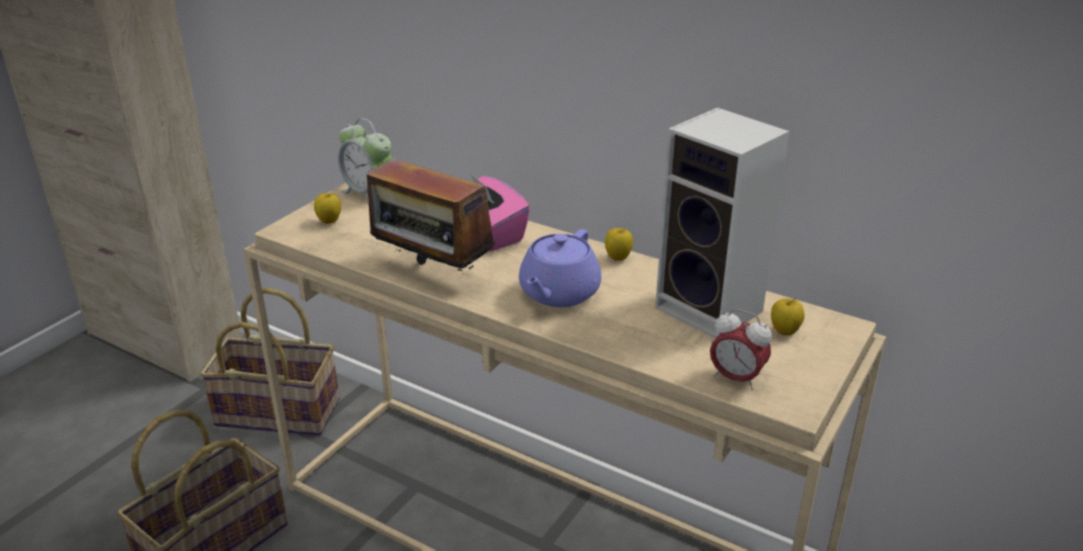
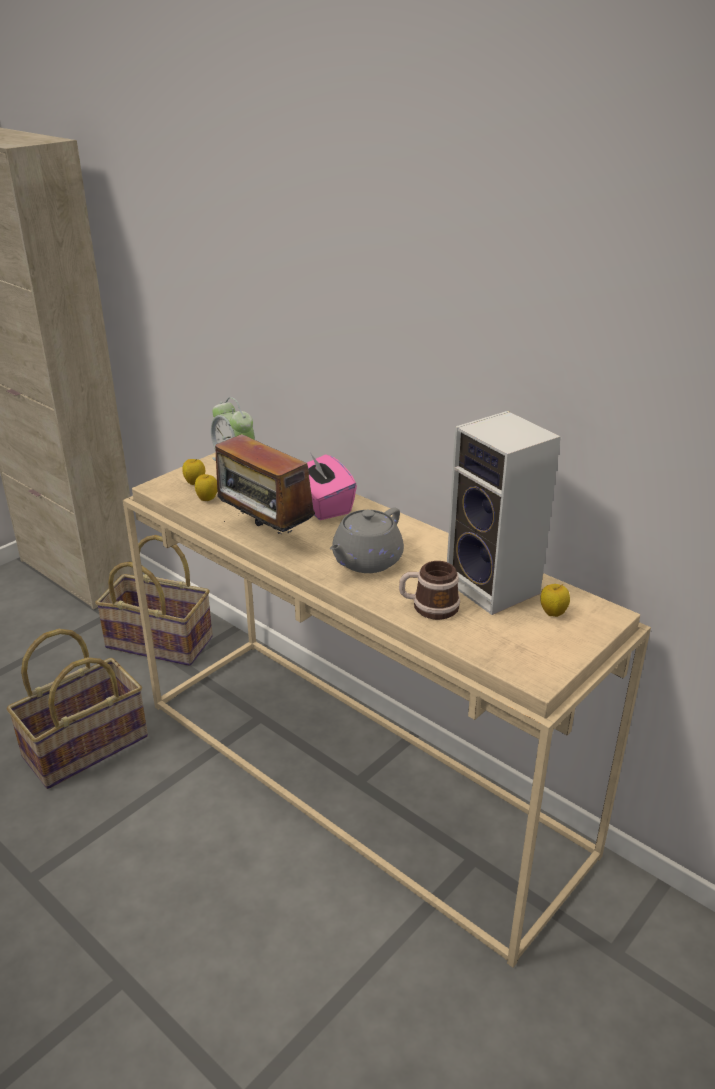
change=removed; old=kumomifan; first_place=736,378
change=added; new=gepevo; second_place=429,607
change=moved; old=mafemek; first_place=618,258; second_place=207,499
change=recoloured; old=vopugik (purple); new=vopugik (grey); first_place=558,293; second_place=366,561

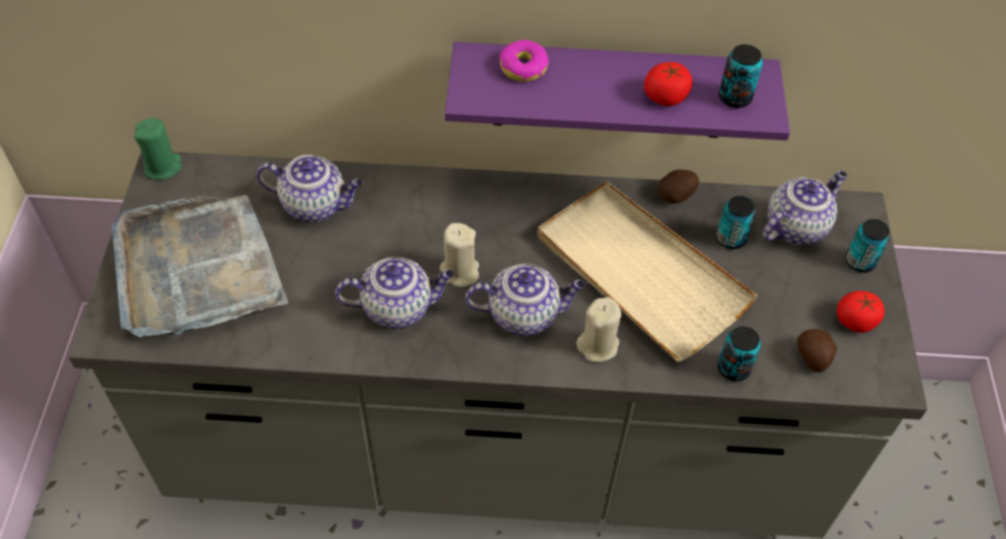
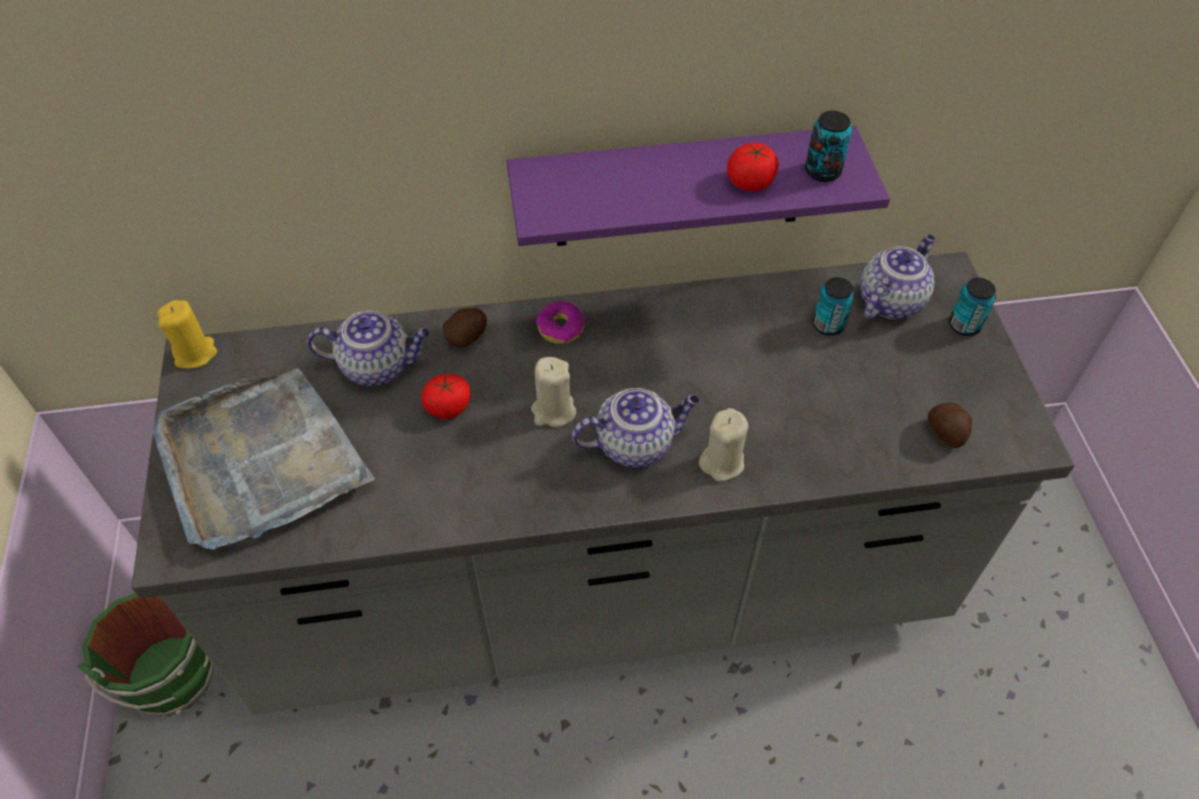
change=removed; old=vopugik; first_place=398,307
change=removed; old=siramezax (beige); first_place=639,273
change=removed; old=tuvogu; first_place=733,368
change=added; new=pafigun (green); second_place=175,678
change=moved; old=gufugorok; first_place=523,68; second_place=561,328
change=moved; old=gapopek; first_place=677,195; second_place=467,337
change=moved; old=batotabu; first_place=856,320; second_place=448,406
change=recoloured; old=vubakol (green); new=vubakol (yellow); first_place=163,167; second_place=195,353

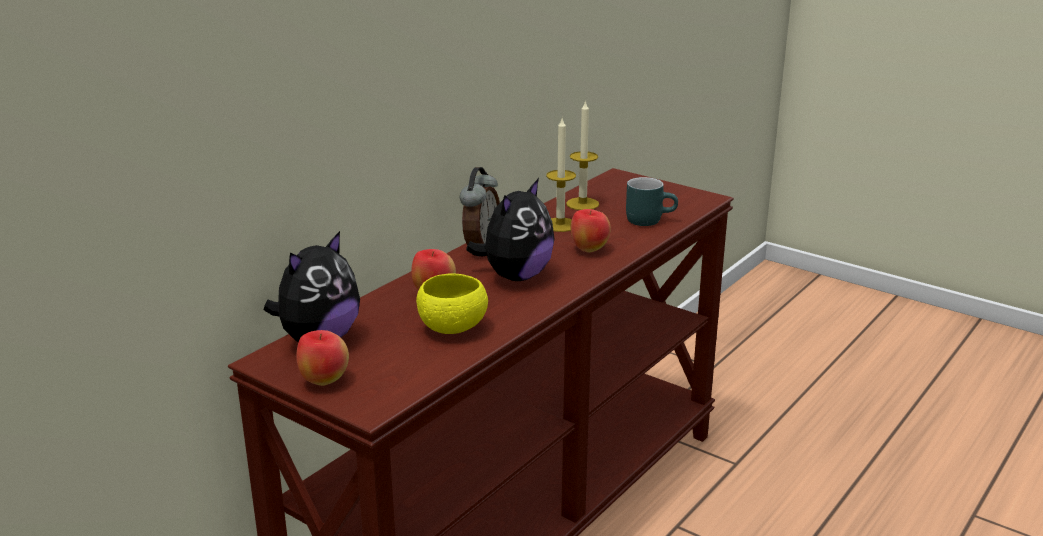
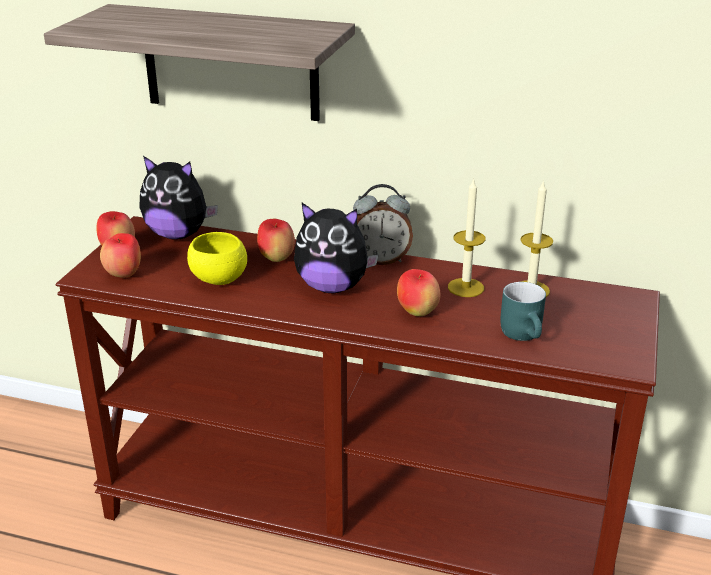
change=added; new=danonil; second_place=230,63
change=added; new=mafemek; second_place=124,275

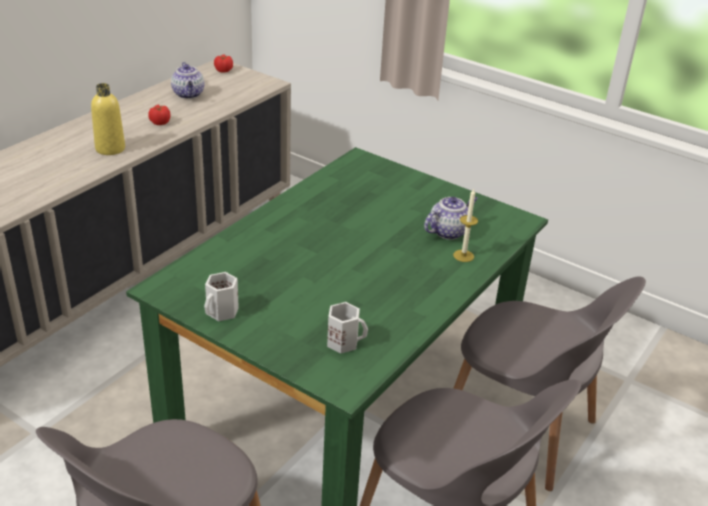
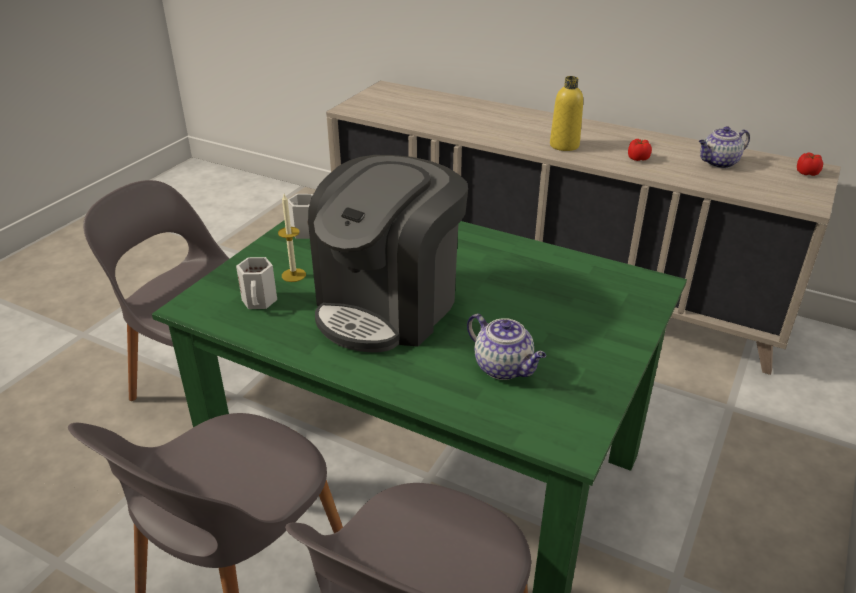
change=added; new=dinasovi; second_place=389,305
change=moved; old=vubakol; first_place=463,256; second_place=293,275

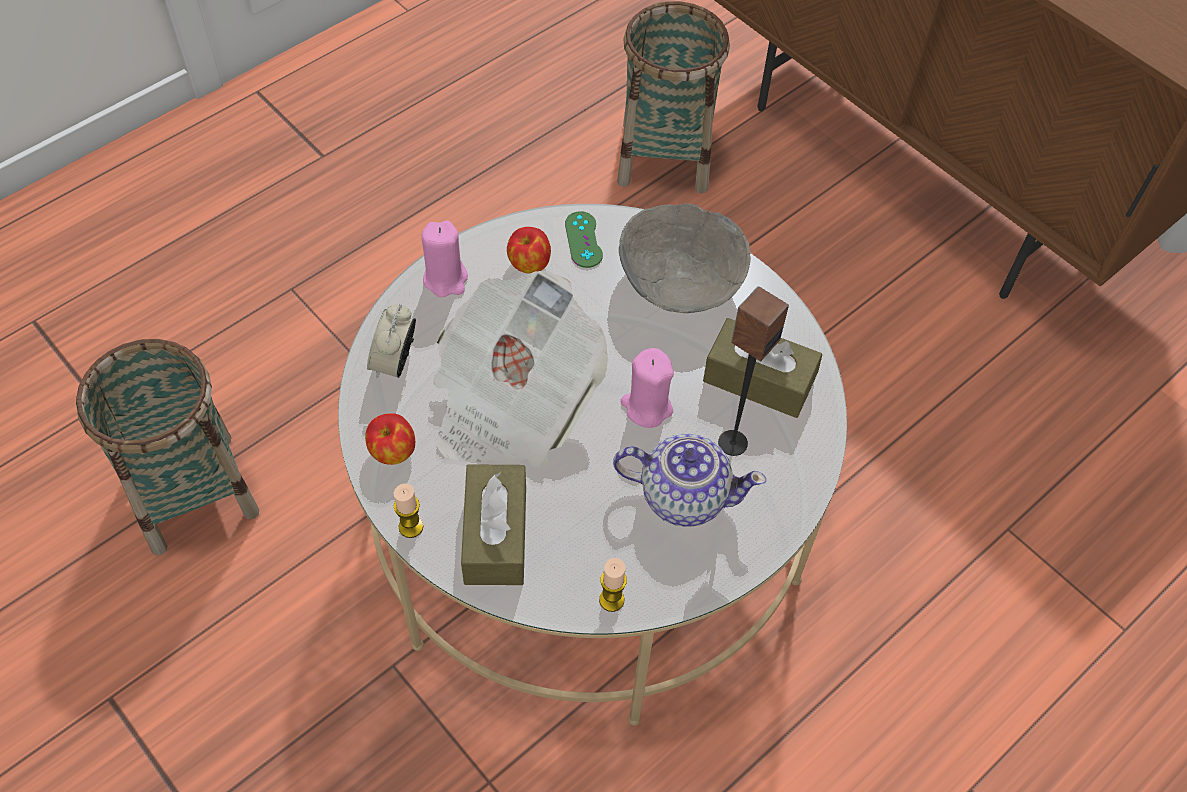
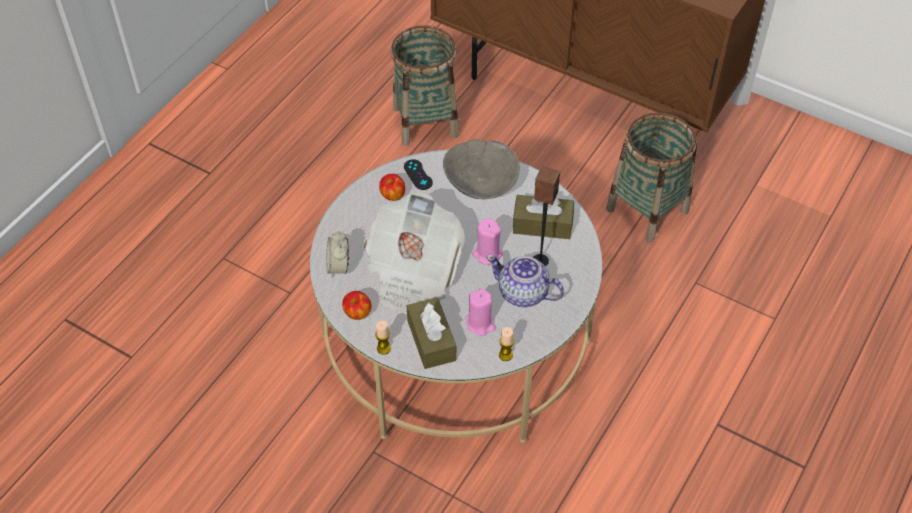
change=moved; old=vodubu; first_place=192,493; second_place=647,210
change=moved; old=vubakol (pink); first_place=446,279; second_place=480,324
change=recoloured; old=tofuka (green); new=tofuka (black); first_place=583,240; second_place=418,175
change=turned; old=vopugik; first_place=683,495; second_place=523,293; degrees=-150

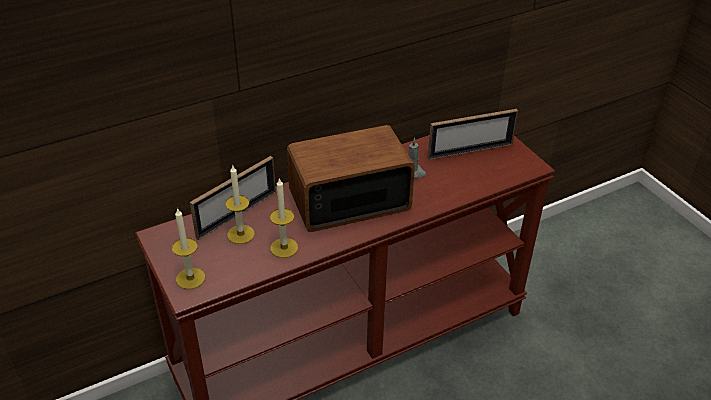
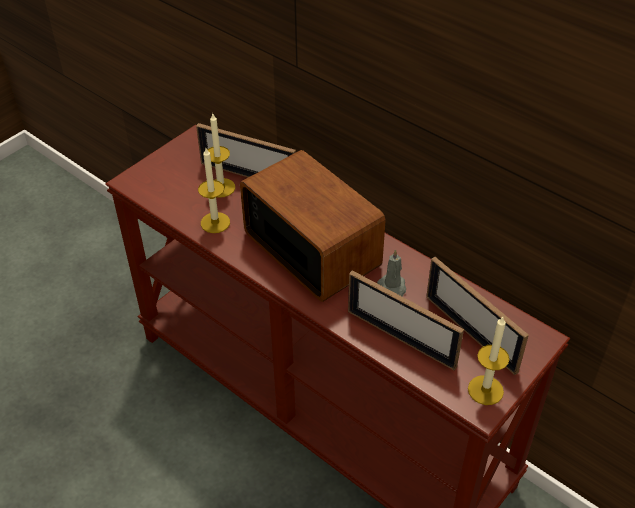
change=added; new=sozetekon; second_place=400,338
change=moved; old=vubakol; first_place=190,278; second_place=485,390

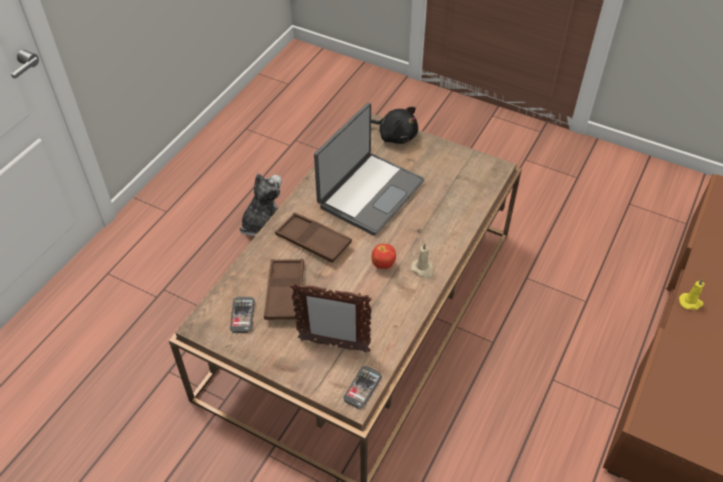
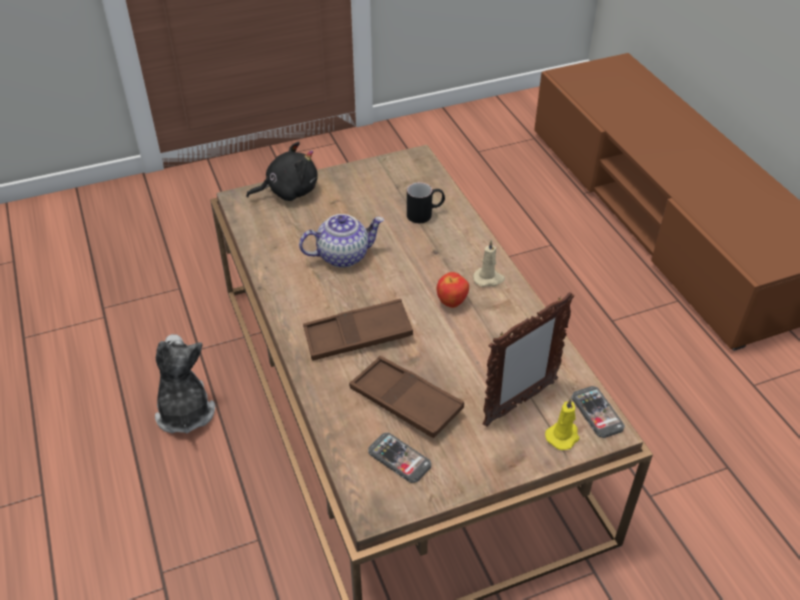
change=added; new=gepevo (black); second_place=425,214
change=moved; old=vubakol (yellow); first_place=690,302; second_place=563,436
change=replaced; old=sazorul; new=vopugik; first_place=369,193; second_place=343,255

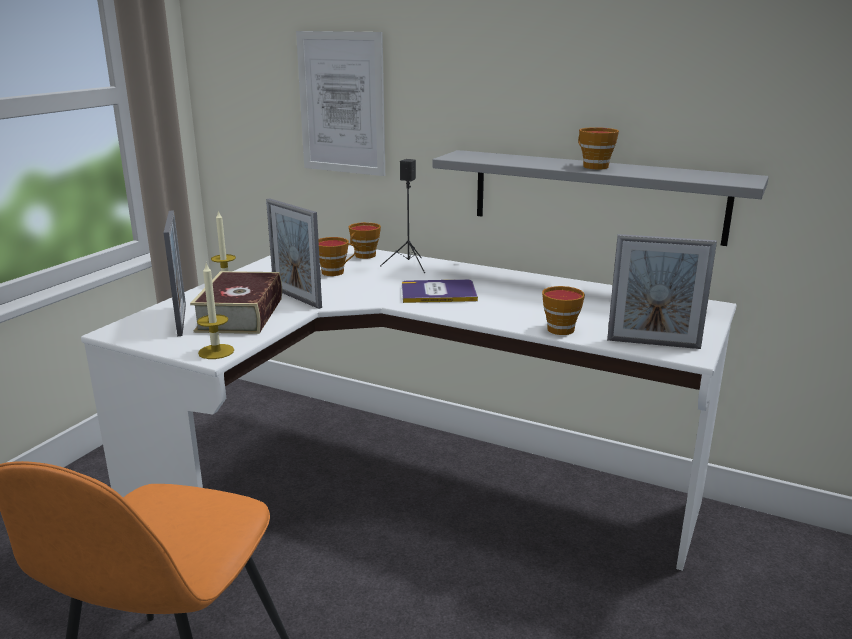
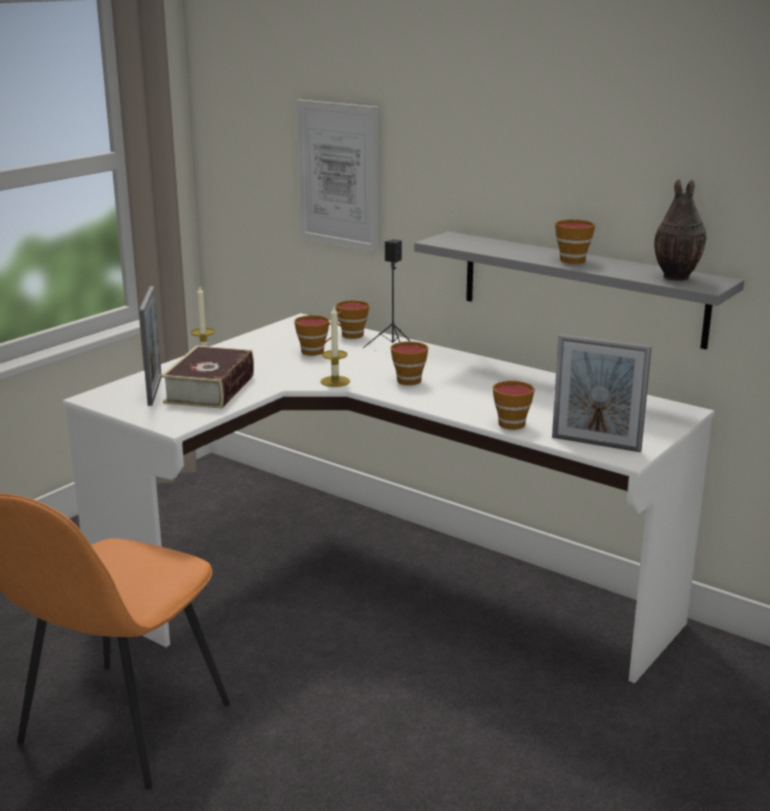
change=removed; old=sozetekon; first_place=296,298
change=added; new=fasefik; second_place=674,277
change=moved; old=vubakol; first_place=216,351; second_place=335,381
change=replaced; old=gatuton; new=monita; first_place=438,293; second_place=409,379

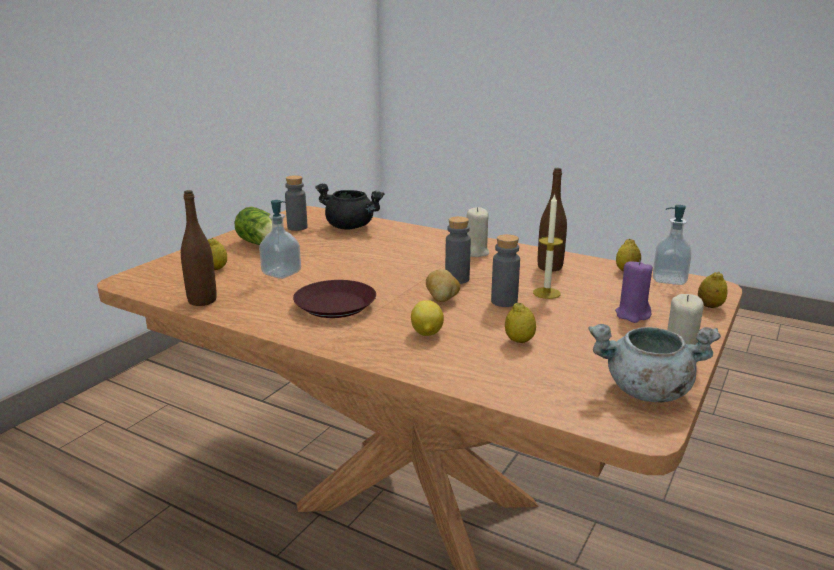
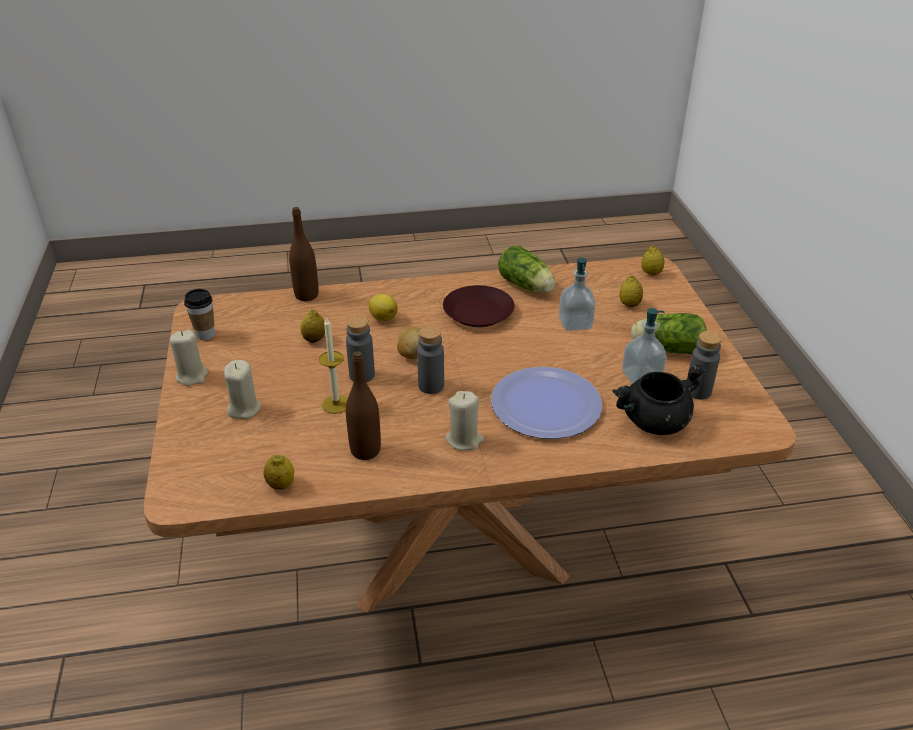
change=added; new=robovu; second_place=545,404
change=added; new=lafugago; second_place=527,286
change=moved; old=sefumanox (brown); first_place=202,301; second_place=306,295
change=moved; old=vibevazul; first_place=669,279; second_place=641,377
change=moved; old=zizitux; first_place=710,306; second_place=651,273
change=replaced; old=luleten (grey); new=monita; first_place=646,391; second_place=205,334
change=recoloured; old=vubakol (purple); new=vubakol (beige); first_place=632,315; second_place=244,408

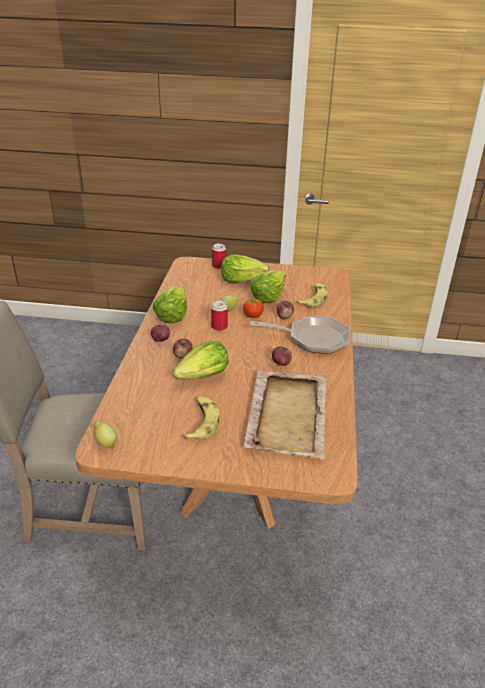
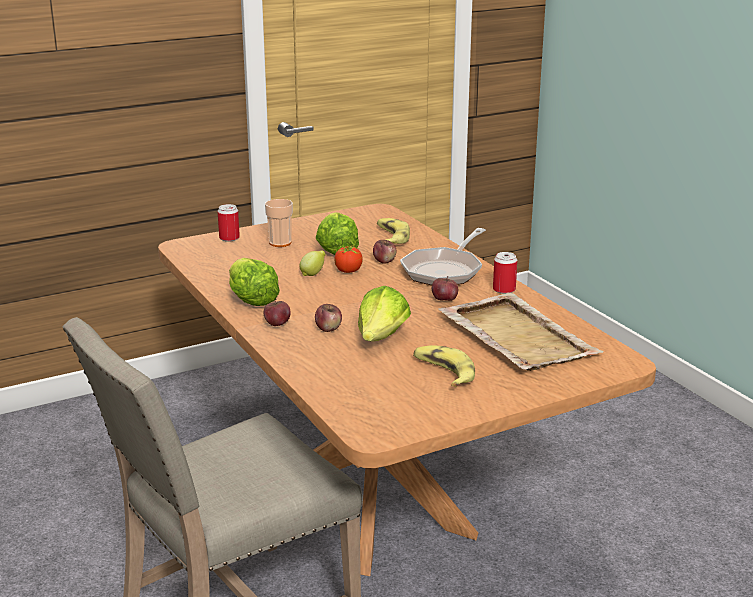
change=removed; old=zizitux; first_place=105,443
change=moved; old=tuvogu; first_place=219,327; second_place=504,290
change=replaced; old=lafugago; new=monita; first_place=242,279; second_place=280,243
change=turned; old=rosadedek; first_place=313,339; second_place=444,270; degrees=150

